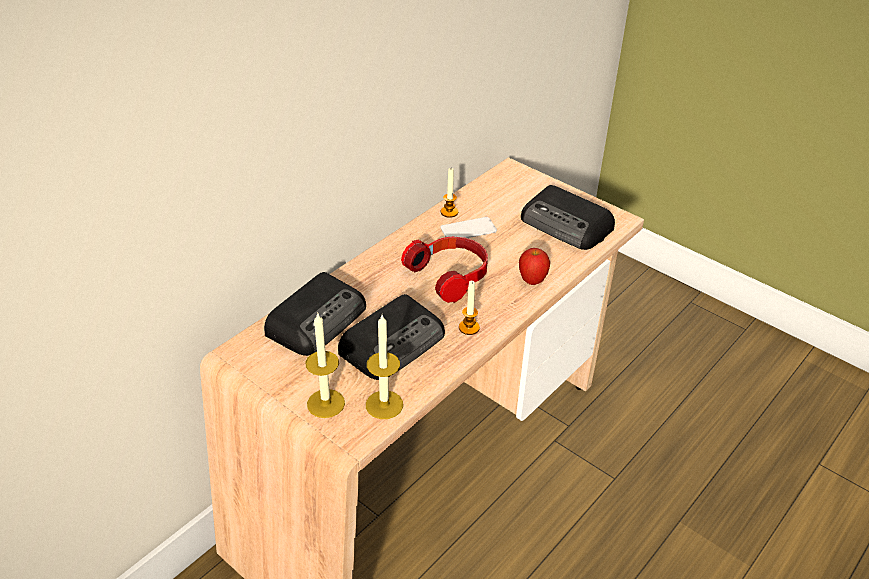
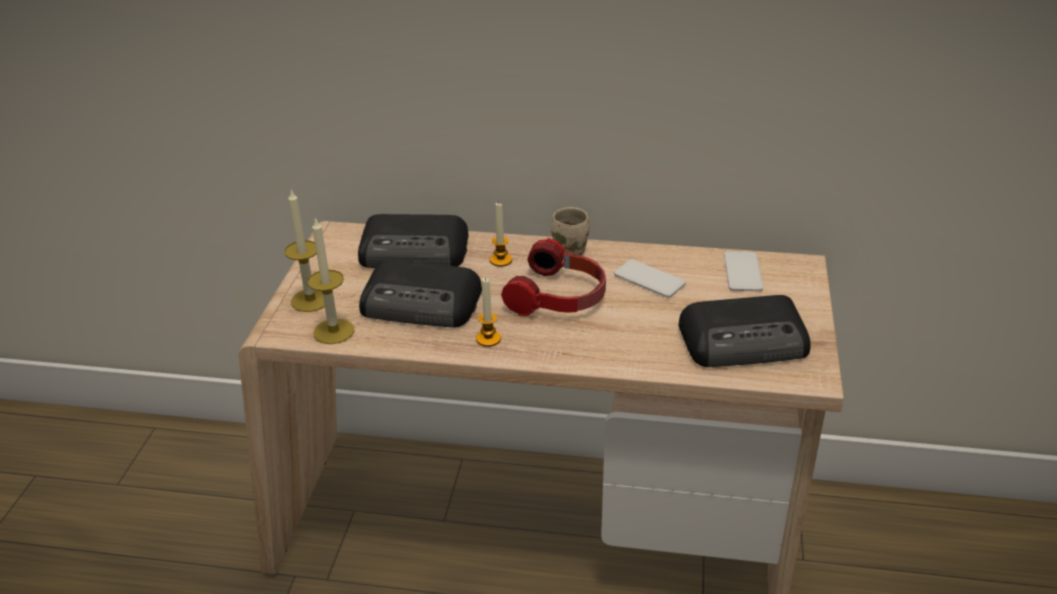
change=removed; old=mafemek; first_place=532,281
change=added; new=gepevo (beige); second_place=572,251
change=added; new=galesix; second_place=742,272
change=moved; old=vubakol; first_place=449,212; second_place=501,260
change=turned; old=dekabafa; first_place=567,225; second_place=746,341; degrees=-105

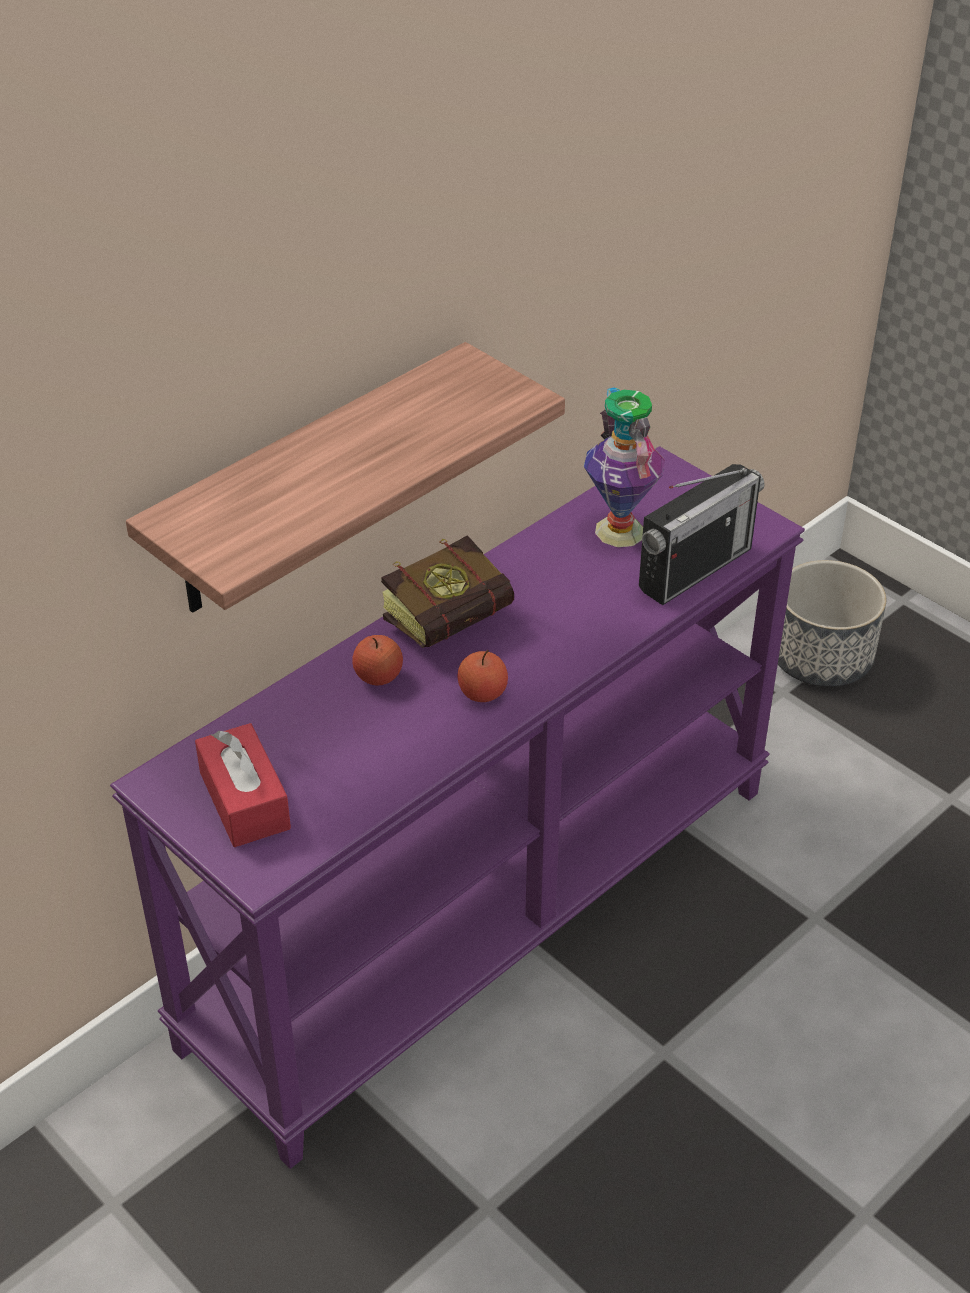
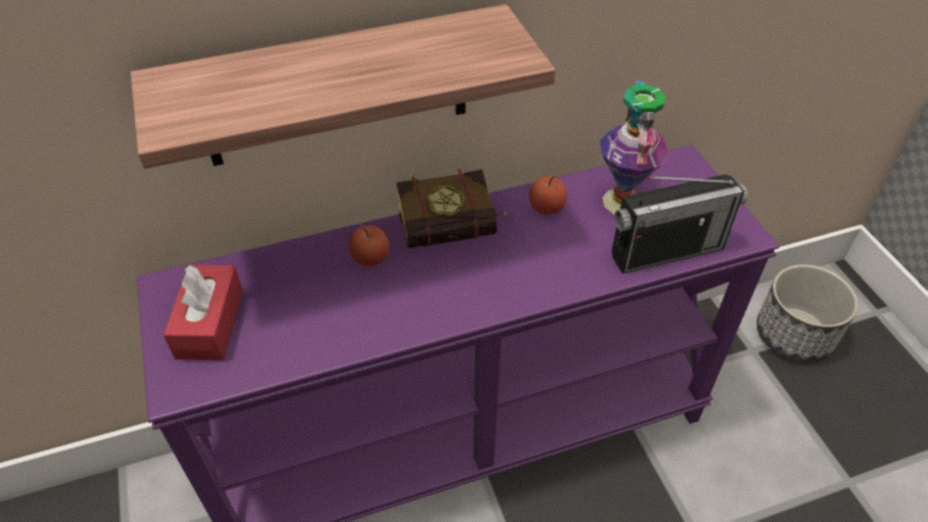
change=moved; old=mafemek; first_place=482,693; second_place=546,208

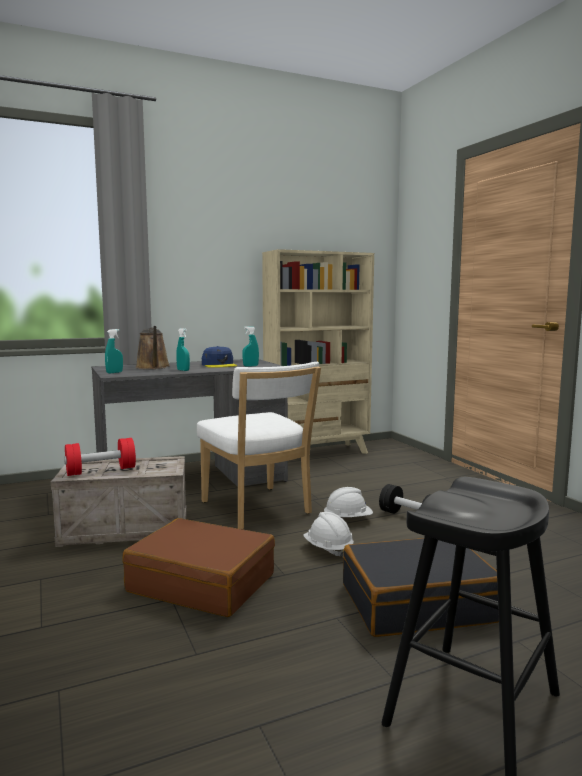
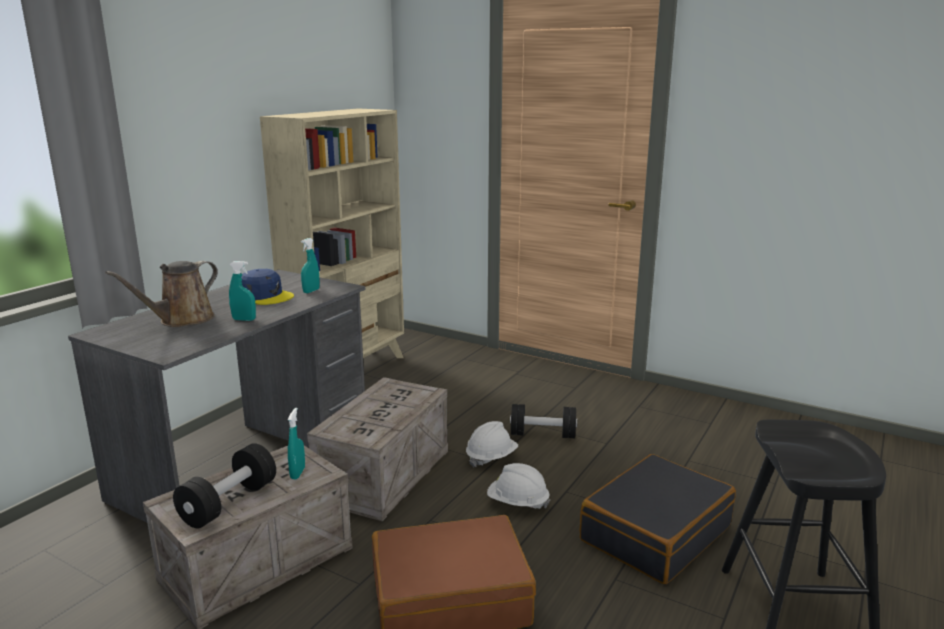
change=moved; old=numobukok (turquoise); first_place=114,372; second_place=297,473
change=replaced; old=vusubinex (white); new=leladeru; first_place=258,509; second_place=384,476
change=recoloured; old=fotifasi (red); new=fotifasi (black); first_place=101,471; second_place=229,503
change=turned; old=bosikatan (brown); first_place=153,367; second_place=182,320; degrees=90

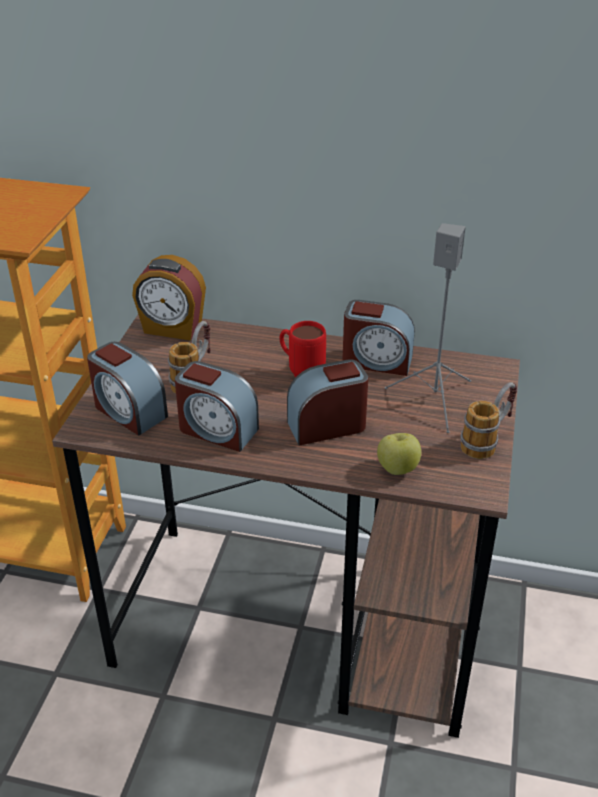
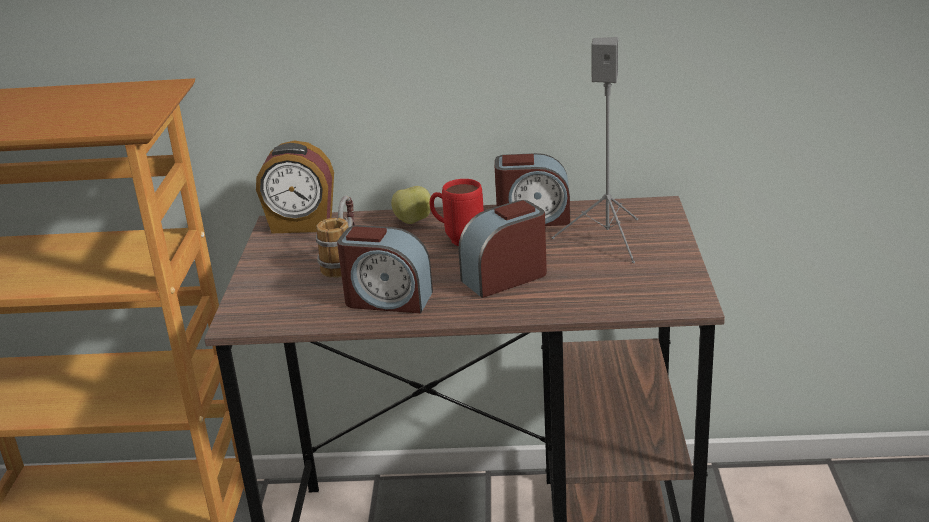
change=removed; old=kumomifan; first_place=129,411
change=removed; old=gepevo; first_place=488,440
change=moved; old=mafemek; first_place=397,469; second_place=413,222

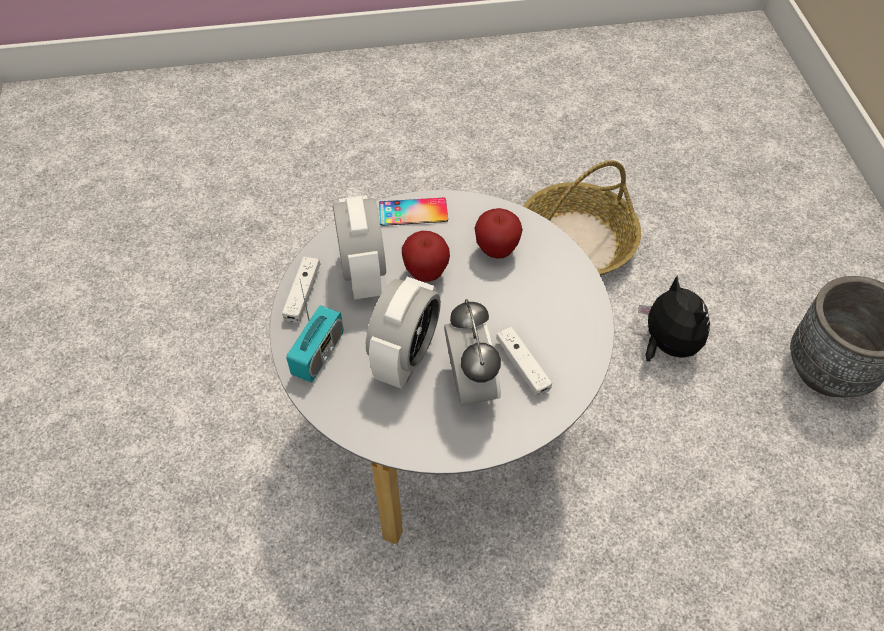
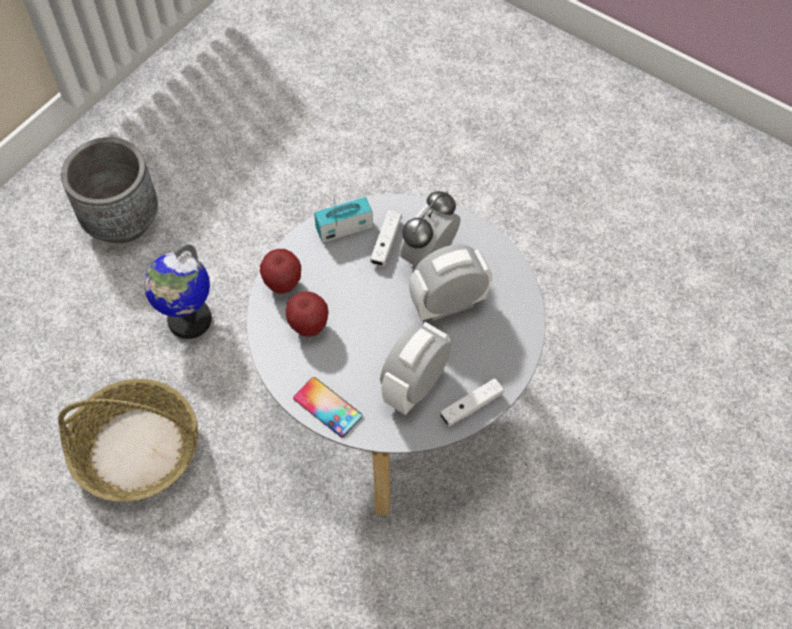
change=moved; old=dekabafa; first_place=318,354; second_place=344,228
change=moved; old=mafemek; first_place=426,273; second_place=283,284
change=replaced; old=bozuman; new=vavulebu; first_place=666,345; second_place=189,320

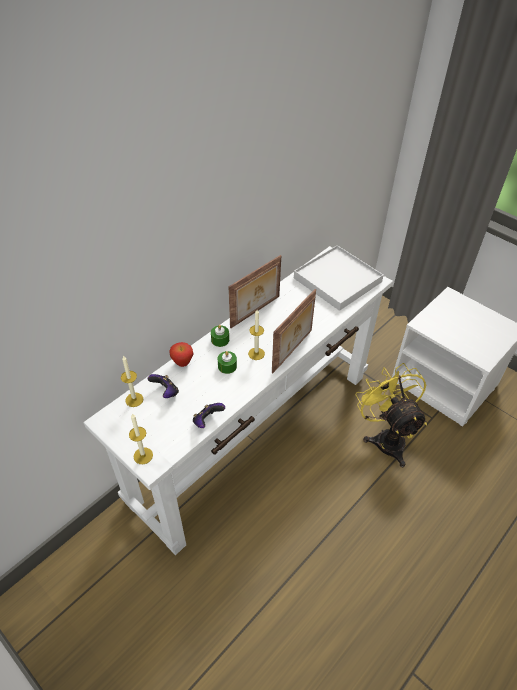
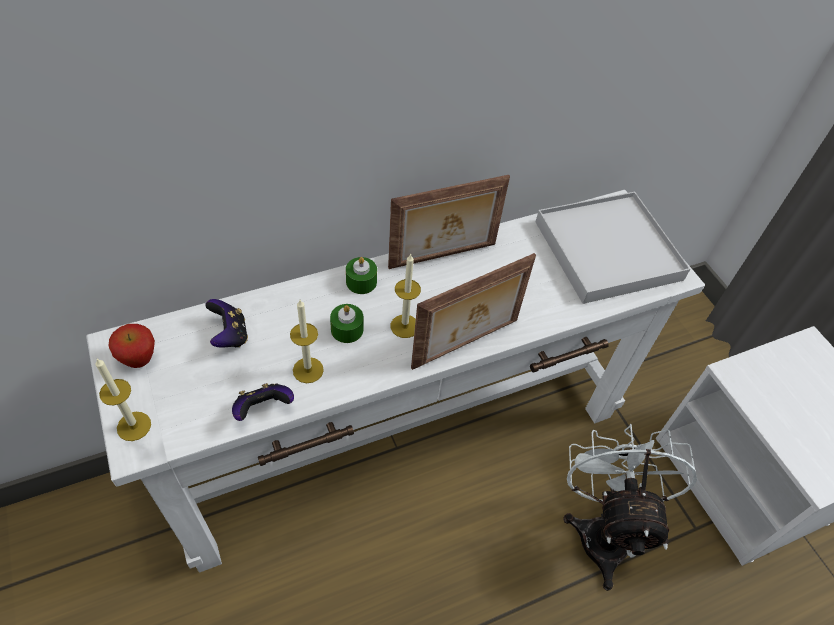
change=moved; old=vubakol; first_place=134,399; second_place=308,370
change=moved; old=mafemek; first_place=182,363; second_place=139,360
change=recoloured; old=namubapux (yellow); new=namubapux (white); first_place=386,437; second_place=602,529

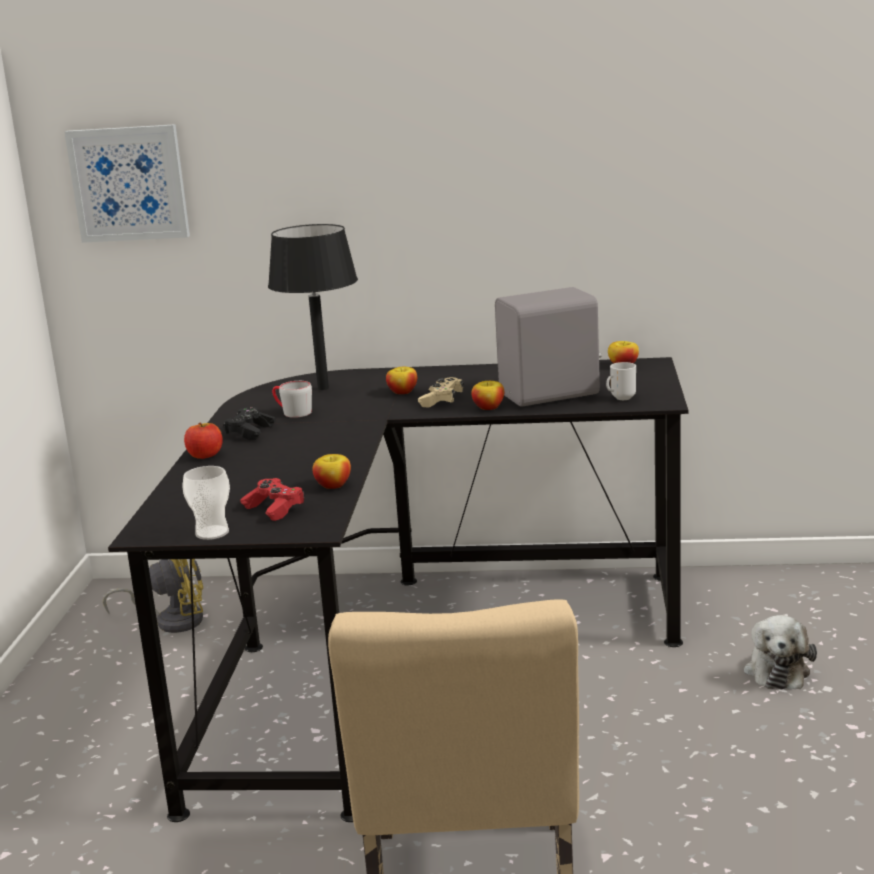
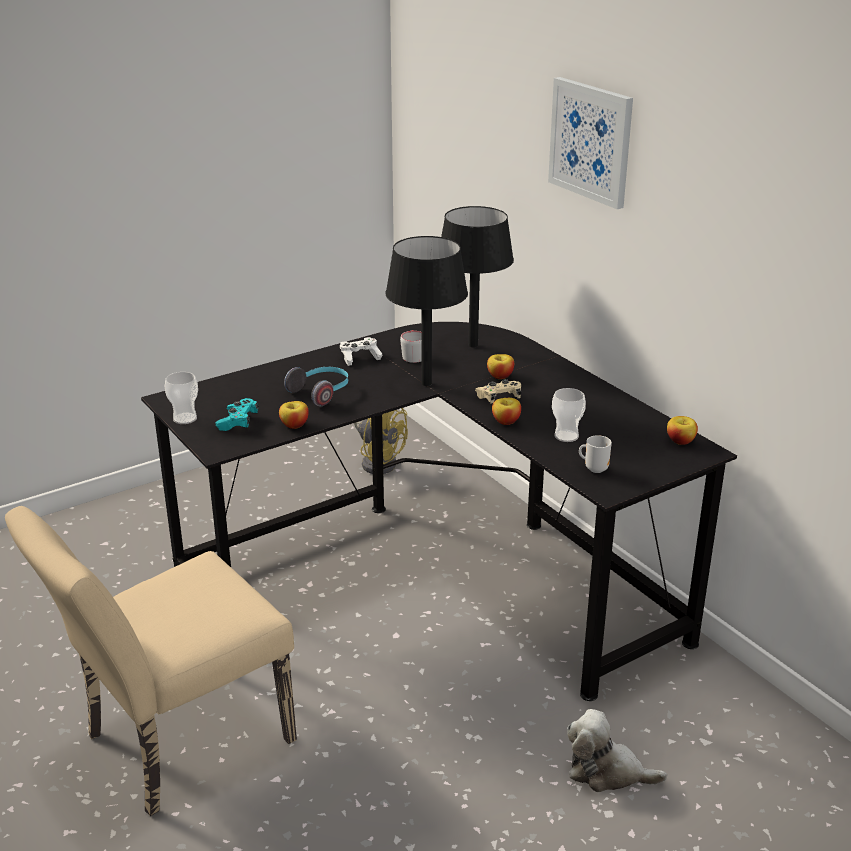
change=removed; old=mafemek; first_place=205,455
change=added; new=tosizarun; second_place=321,393
change=added; new=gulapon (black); second_place=427,383
change=moved; old=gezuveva; first_place=129,183; second_place=591,141
change=replaced; old=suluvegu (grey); new=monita; first_place=551,395; second_place=566,436
change=recoloured; old=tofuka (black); new=tofuka (white); first_place=250,432; second_place=360,358
change=recoloured; old=tofuka (red); new=tofuka (turquoise); first_place=274,509; second_place=238,422
change=turned; old=bozuman; first_place=777,670; second_place=607,772; degrees=45

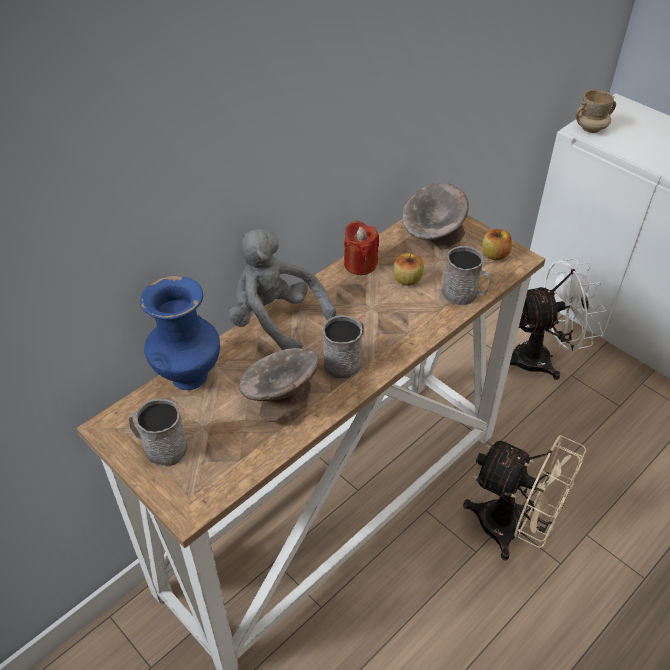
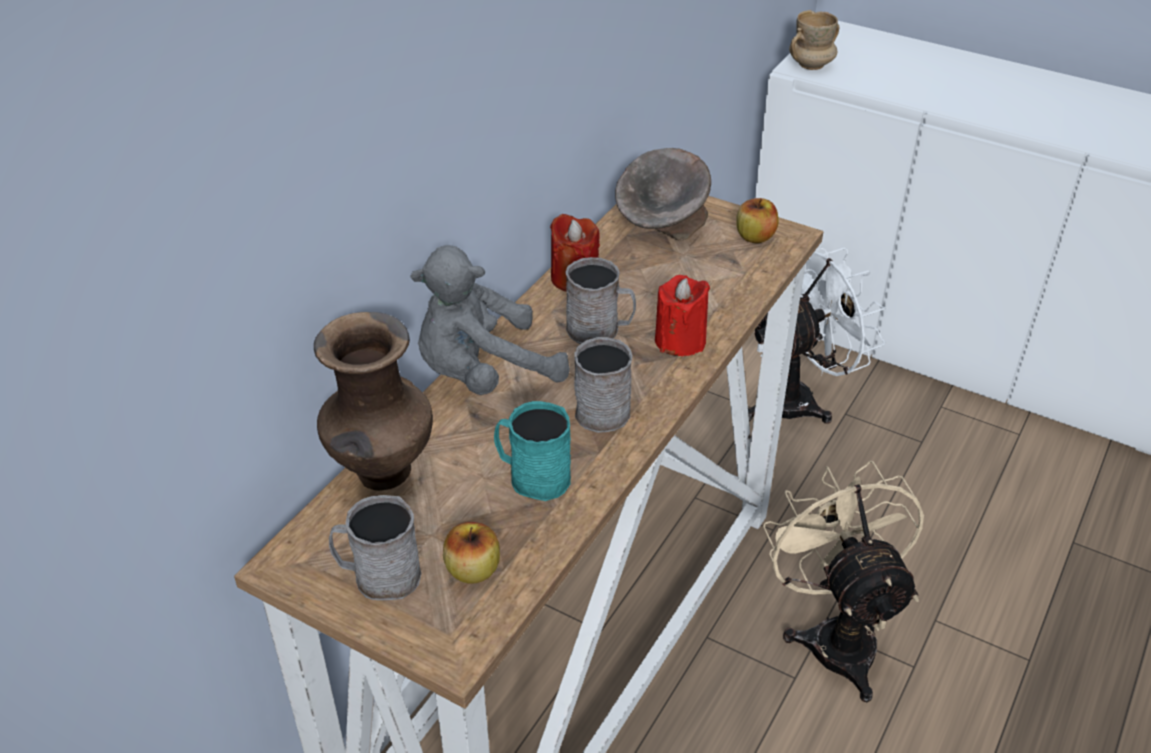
change=added; new=vubakol (red); second_place=680,341
change=moved; old=mafemek; first_place=407,280; second_place=472,570
change=moved; old=gepevo (grey); first_place=464,295; second_place=600,330
change=replaced; old=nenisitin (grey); new=gepevo (turquoise); first_place=280,400; second_place=532,476
change=recoloured; old=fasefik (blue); new=fasefik (brown); first_place=188,378; second_place=382,472
change=turned; old=bozuman (grey); first_place=276,322; second_place=483,374; degrees=-45
change=turned; old=namubapux (beige); first_place=512,529; second_place=835,635; degrees=-120

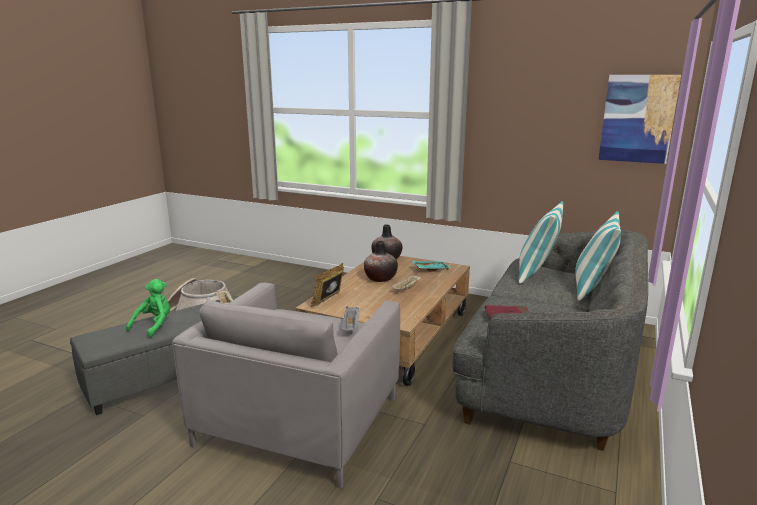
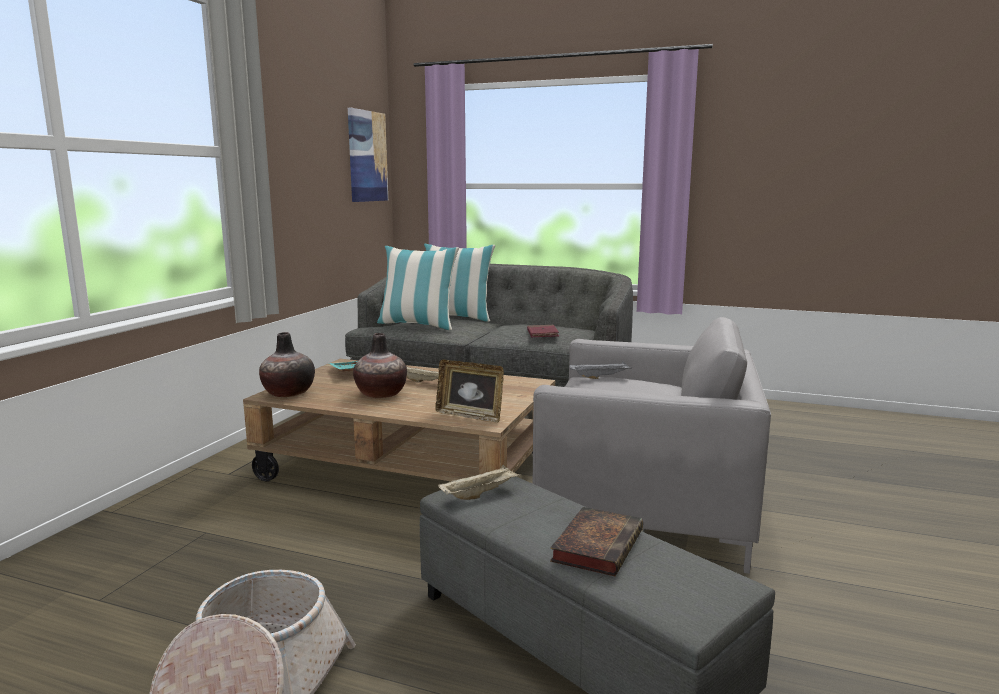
change=replaced; old=bozuman (green); new=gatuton; first_place=154,326; second_place=597,545

